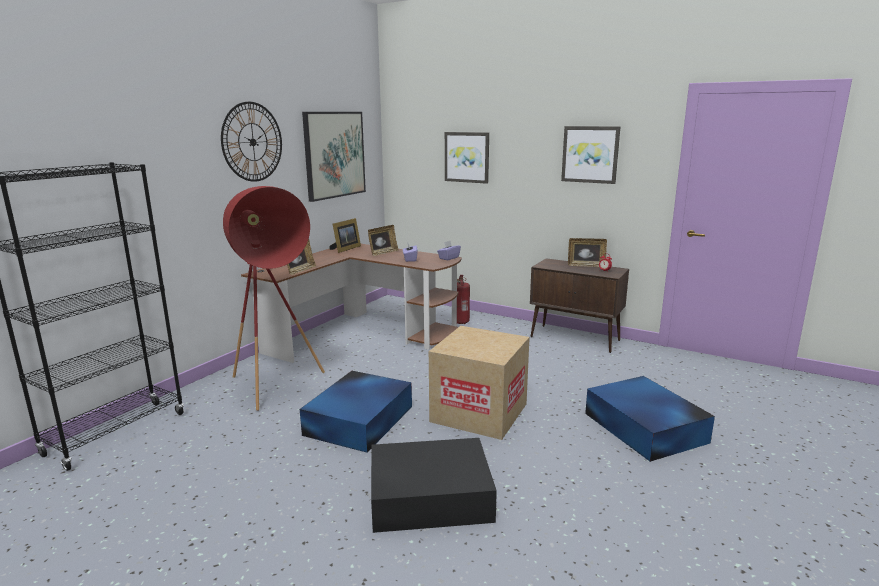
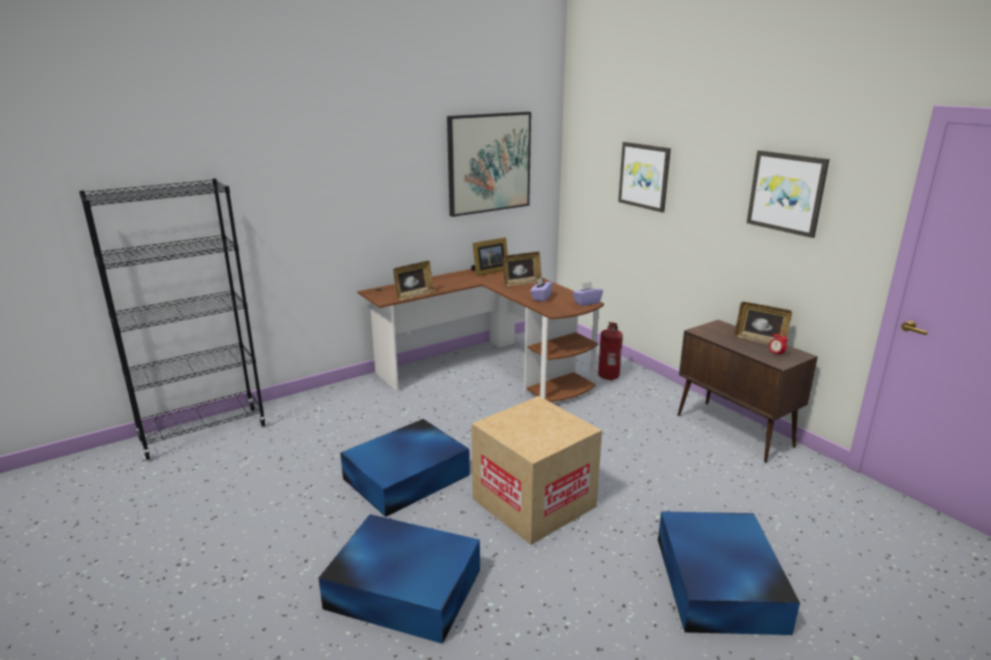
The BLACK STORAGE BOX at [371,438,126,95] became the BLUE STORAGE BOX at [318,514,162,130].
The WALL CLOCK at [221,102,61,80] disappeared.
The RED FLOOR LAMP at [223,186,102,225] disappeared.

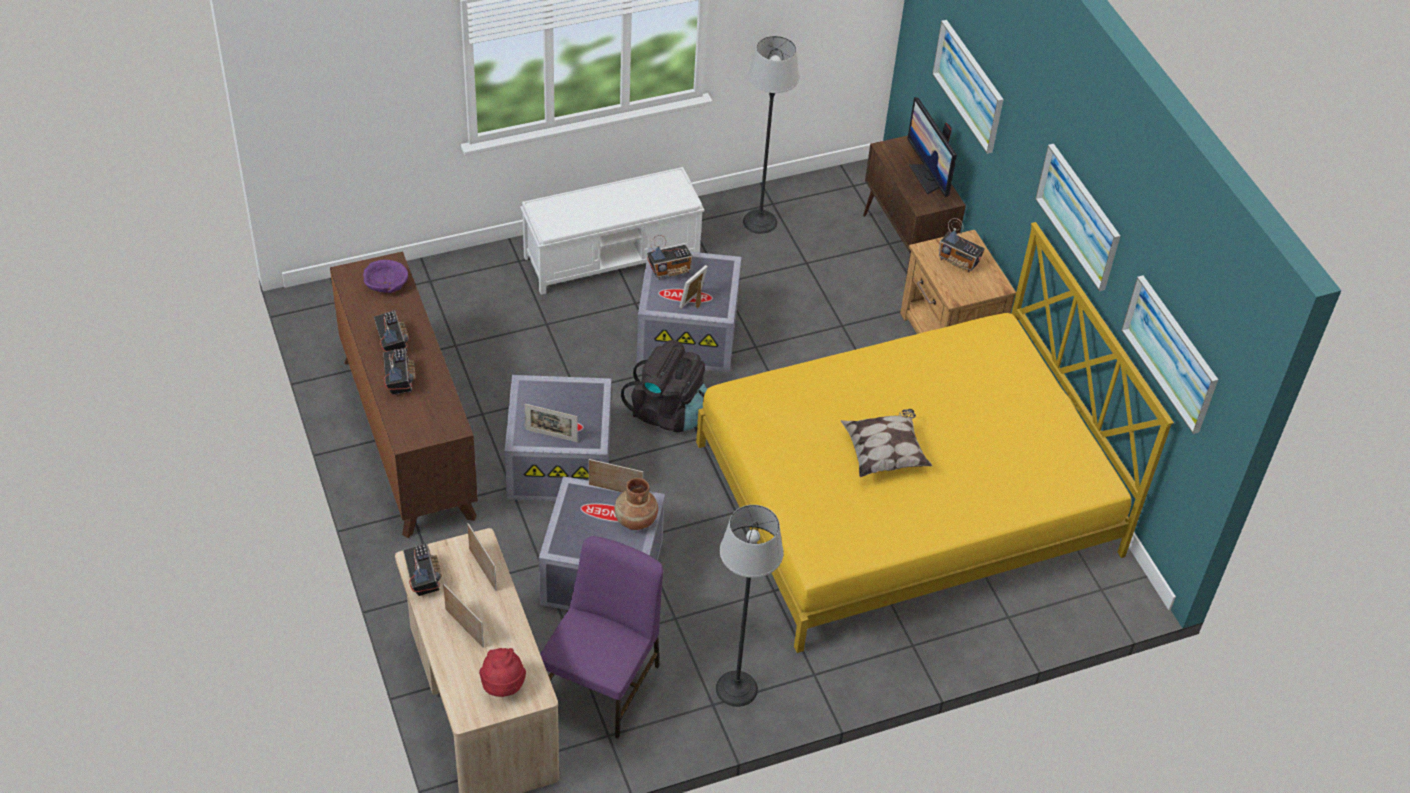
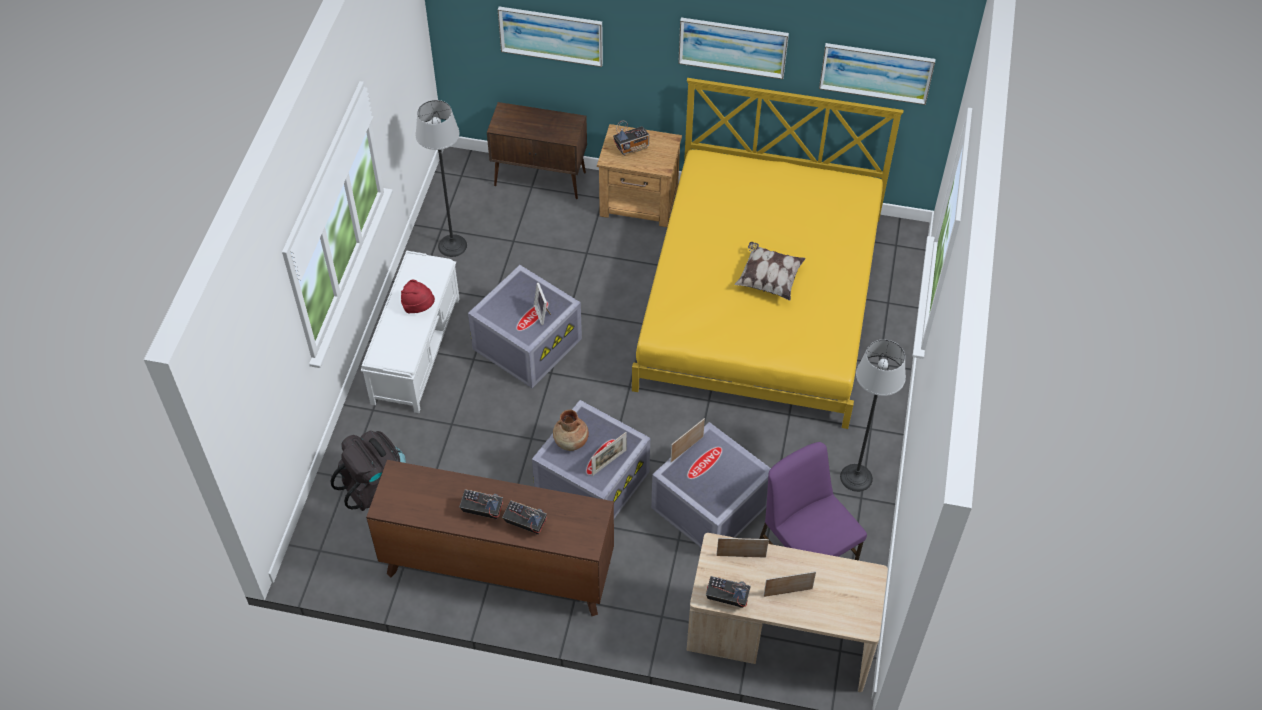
The BLACK BACKPACK moved from [621,340,86,92] to [330,430,76,81].
The RED HAT moved from [479,648,47,49] to [401,280,34,34].
The BROWN VASE moved from [614,478,44,52] to [553,410,36,41].
The PURPLE BOWL at [363,260,45,33] disappeared.
The RADIO at [647,235,45,45] disappeared.
The MONITOR at [907,97,50,100] disappeared.

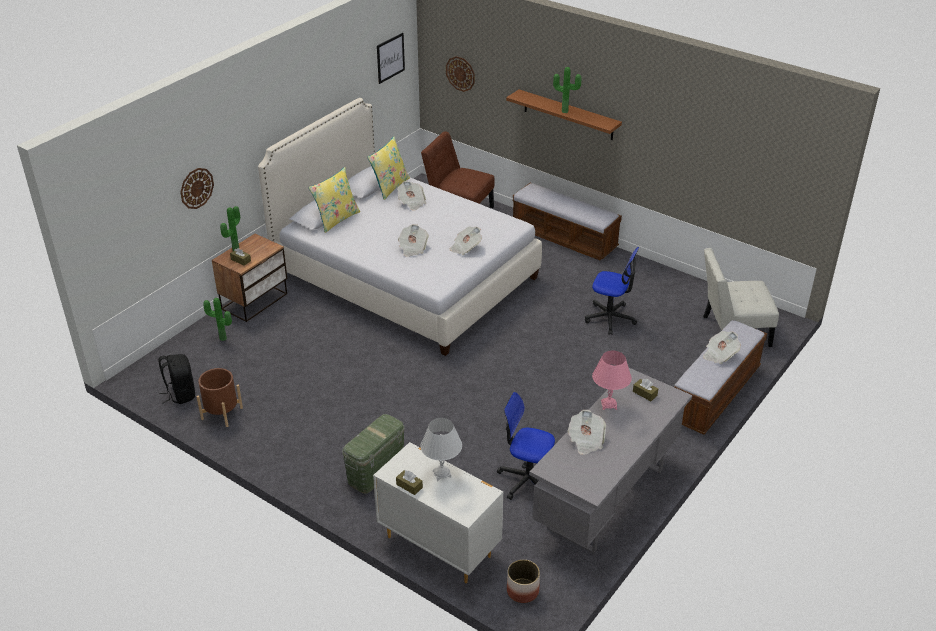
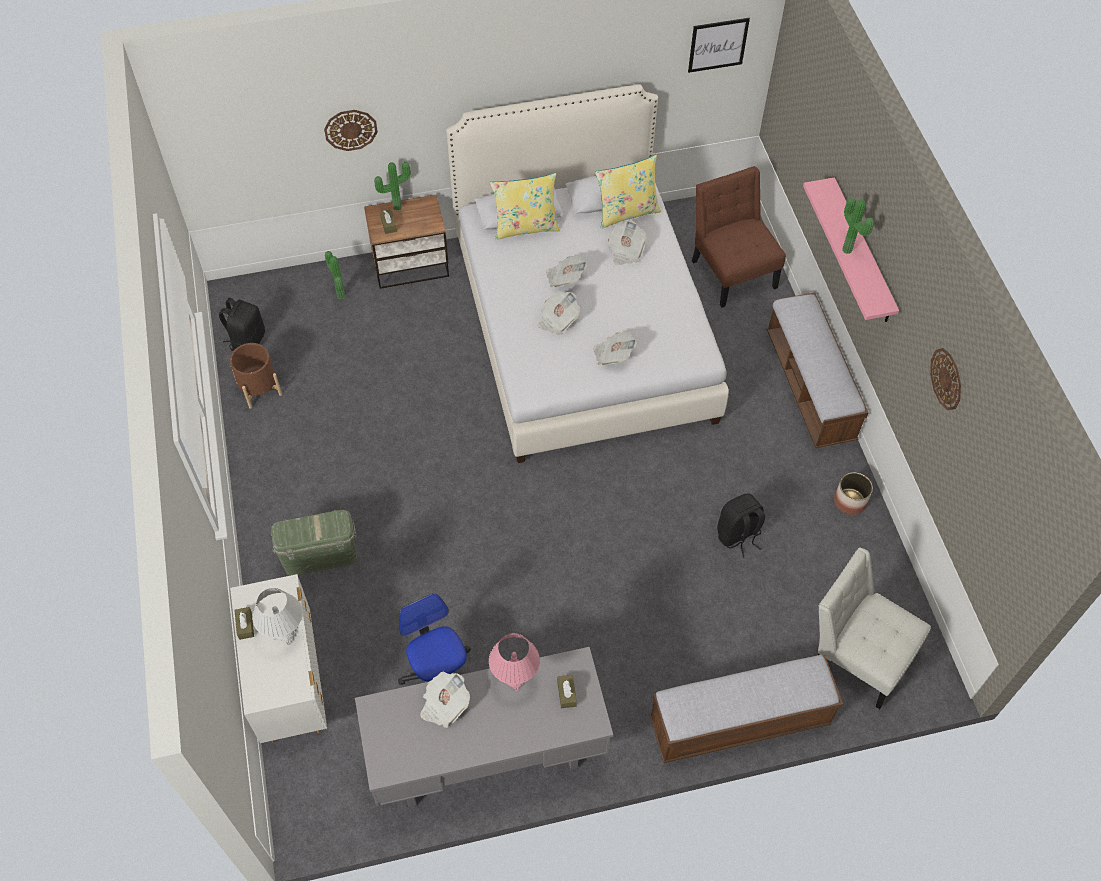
The NEWSPAPER moved from [703,331,38,33] to [546,255,41,32].
The OFFICE CHAIR at [585,247,54,88] was replaced by the BLACK BACKPACK at [717,494,48,64].
The BROWN SHELF at [506,89,116,51] became the PINK SHELF at [803,177,96,145].
The PLANTER moved from [507,559,33,44] to [834,473,39,42].
The WALL CLOCK moved from [446,56,29,36] to [930,348,31,62].

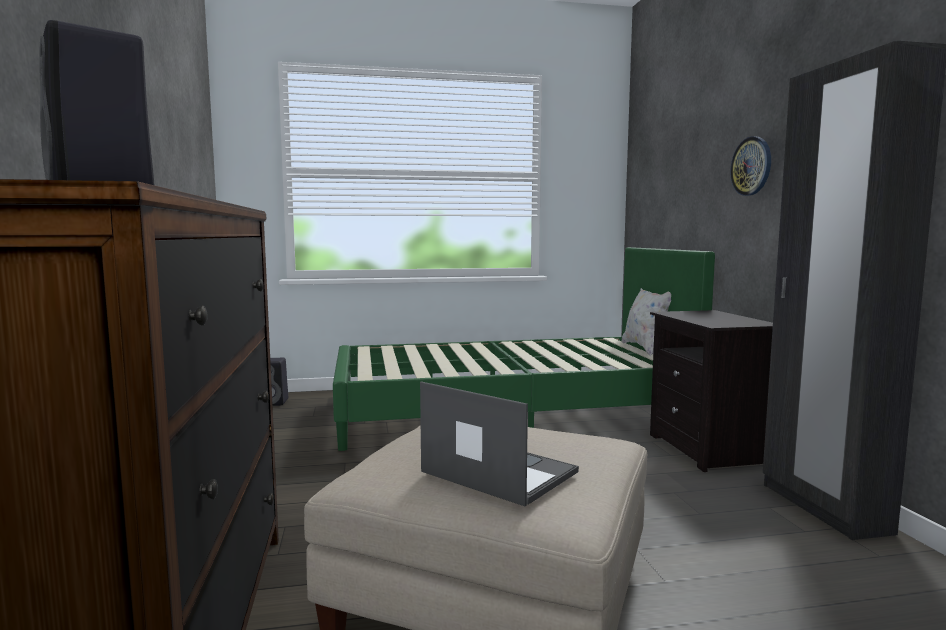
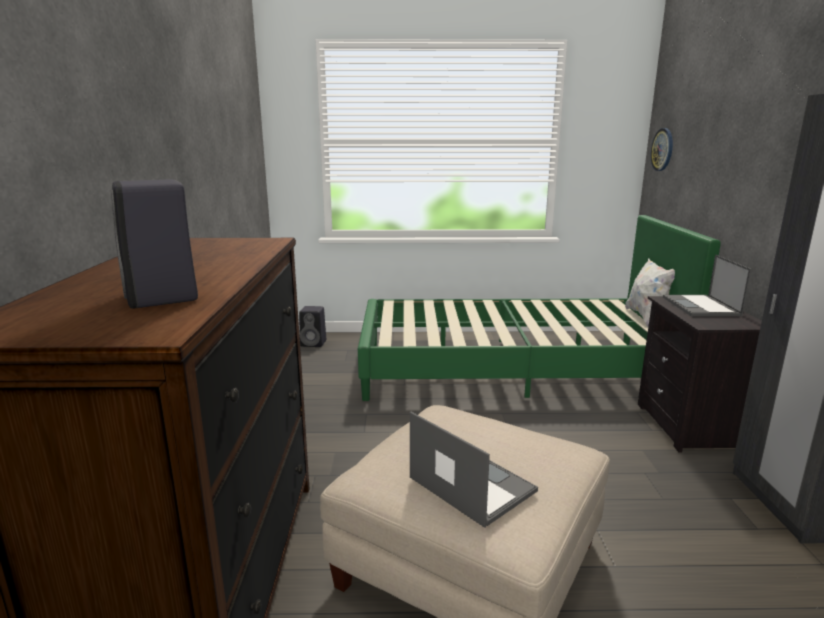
The WALL CLOCK moved from [731,136,40,60] to [651,128,22,43].
The LAPTOP at [663,255,89,62] appeared.

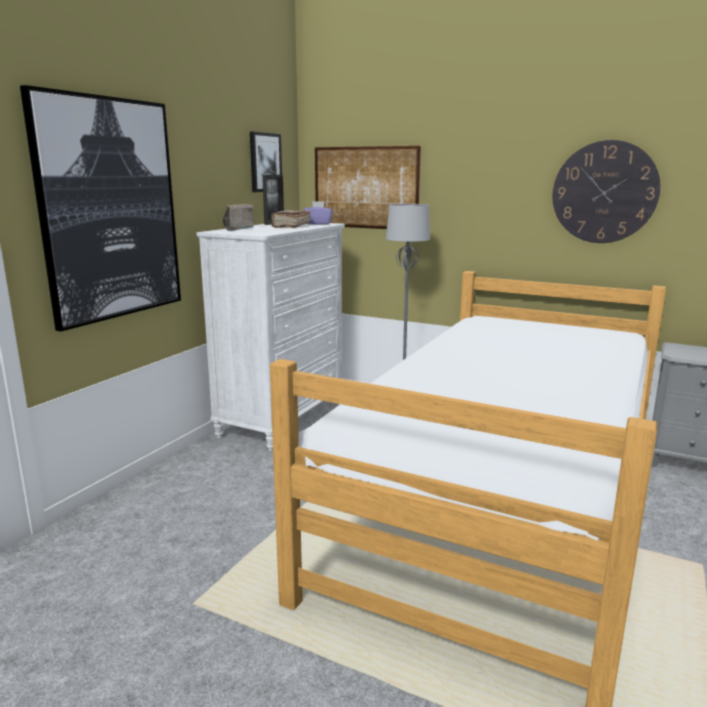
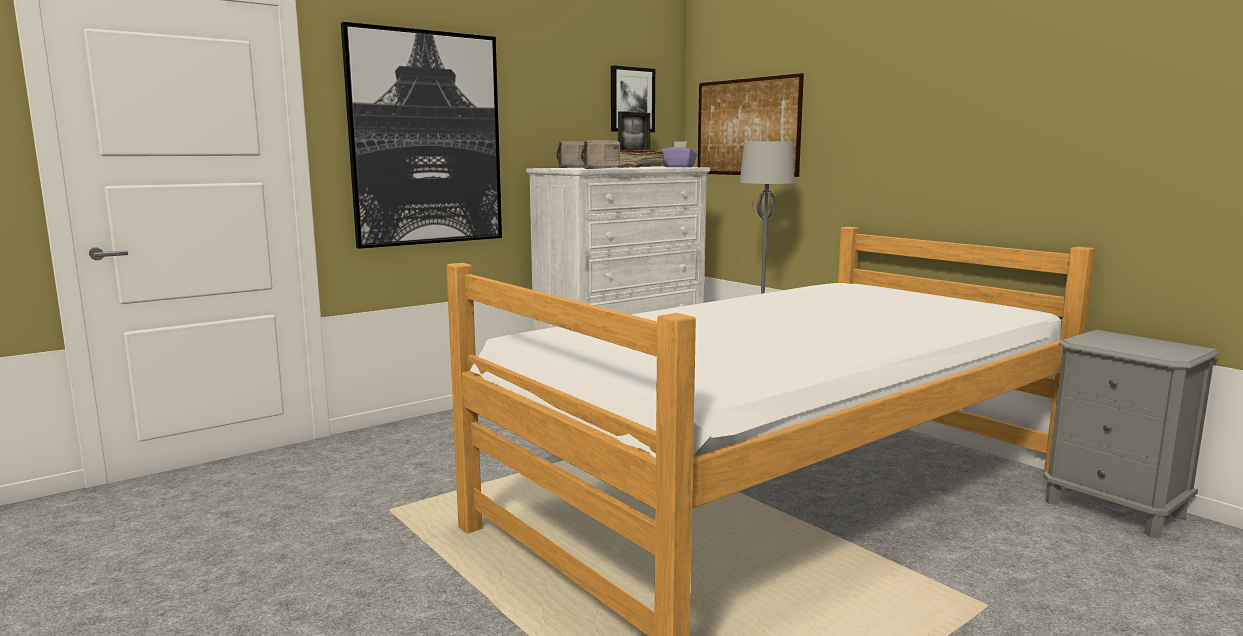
The RADIO at [581,140,39,29] appeared.
The WALL CLOCK at [552,140,109,103] disappeared.

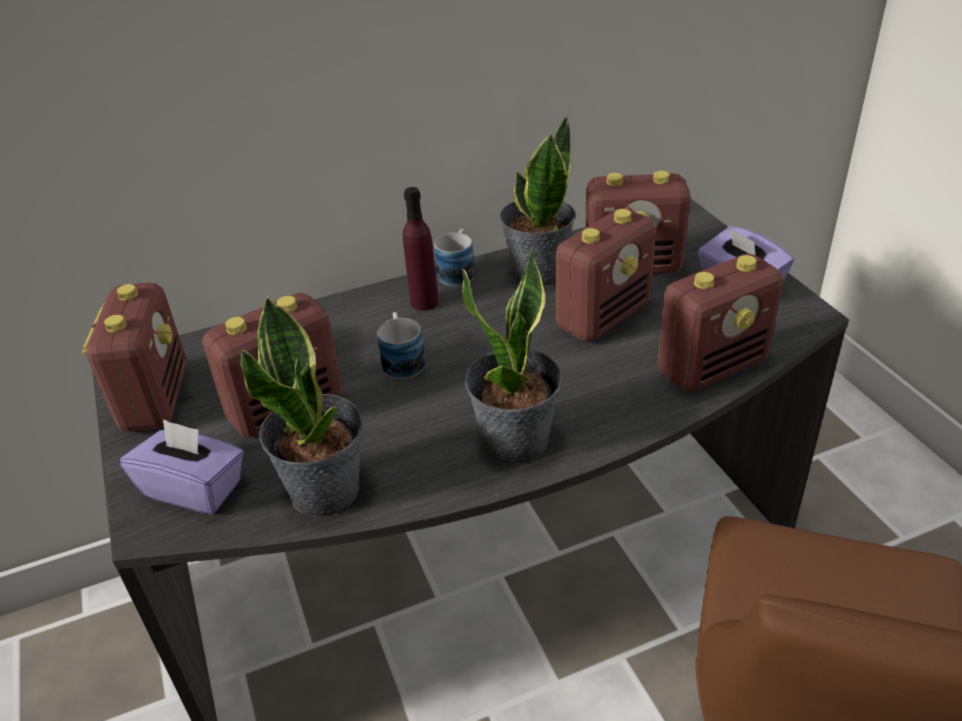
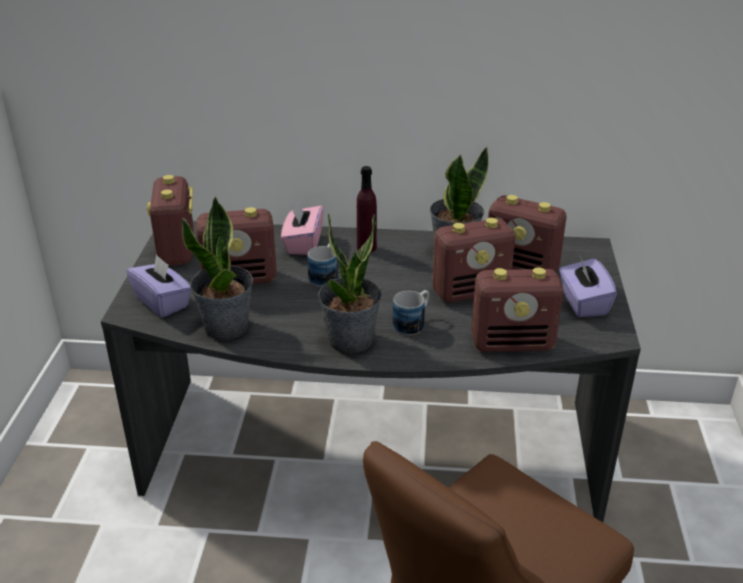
The RADIO at [82,282,104,149] turned 150 degrees clockwise.
The PINK TISSUE BOX at [281,200,43,55] appeared.
The MUG moved from [434,229,41,57] to [393,290,36,45].

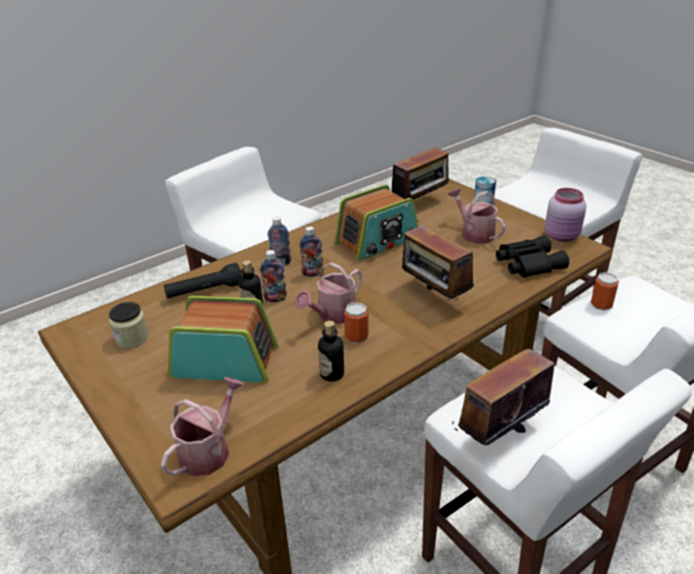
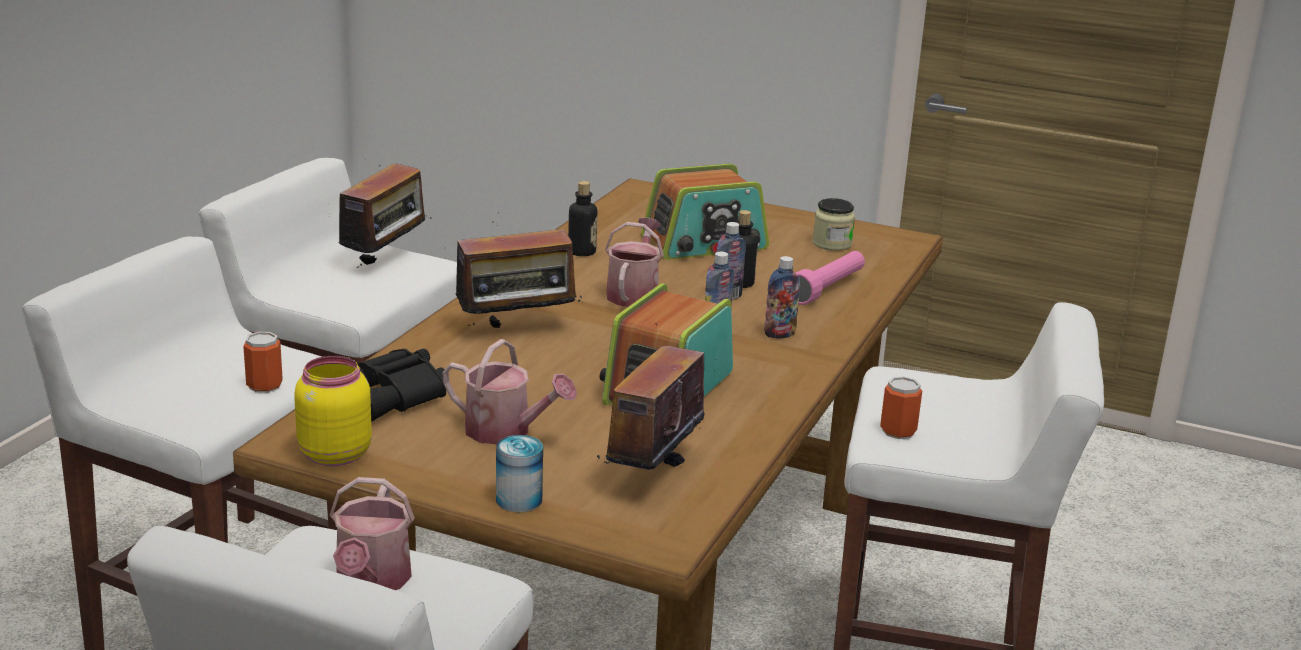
The PINK JAR at [545,188,41,54] became the YELLOW JAR at [294,356,78,110].
The WATERING CAN moved from [161,377,83,99] to [329,477,86,113].
The RADIO at [402,225,72,76] turned 135 degrees clockwise.
The BLACK FLASHLIGHT at [164,263,78,35] became the PINK FLASHLIGHT at [795,251,70,54].
The CAN moved from [344,302,25,41] to [880,376,42,63].

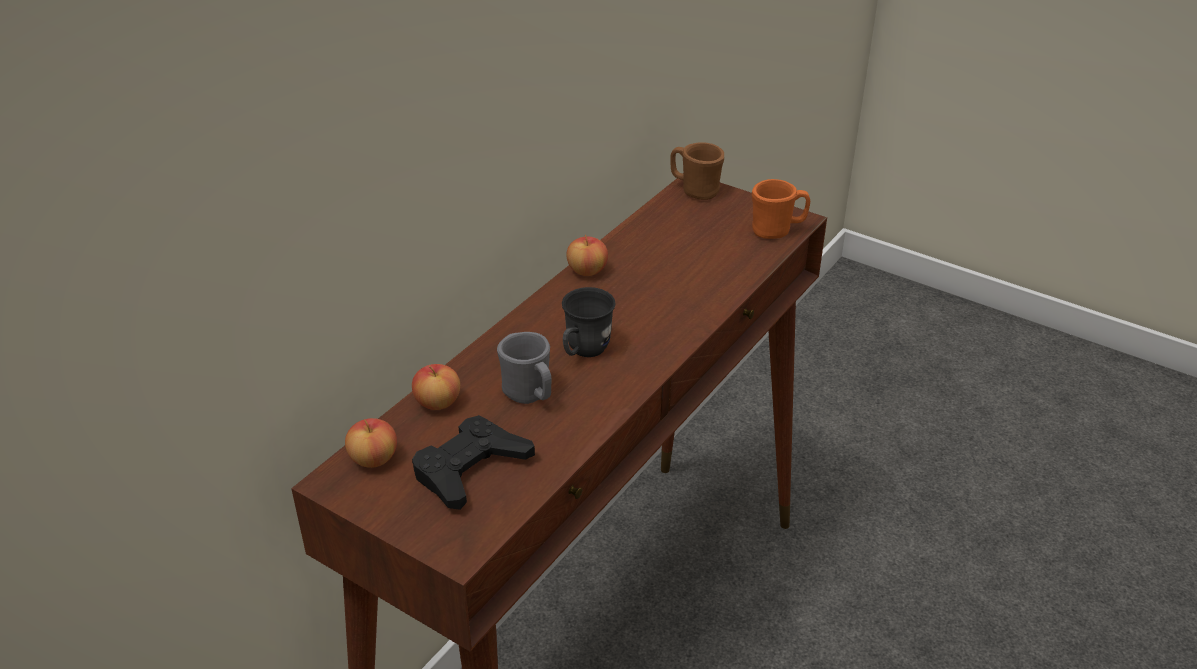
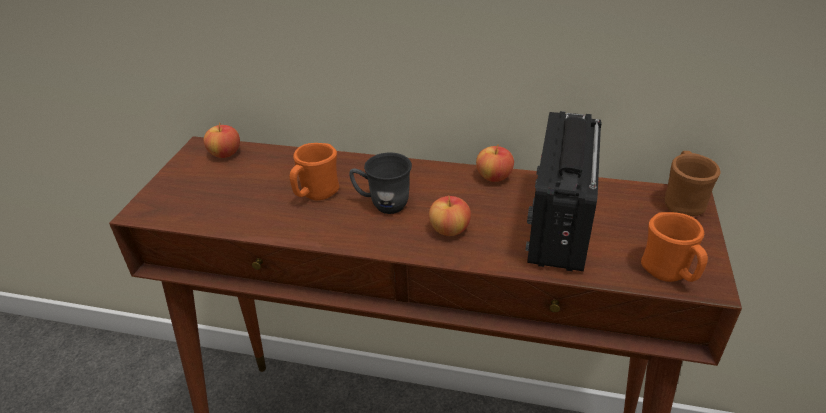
The GREY MUG at [497,332,54,72] became the ORANGE MUG at [290,143,49,58].
The APPLE moved from [412,364,48,46] to [429,195,42,41].
The RADIO at [525,111,77,160] appeared.
The BLACK GAME CONTROLLER at [412,415,123,95] disappeared.

